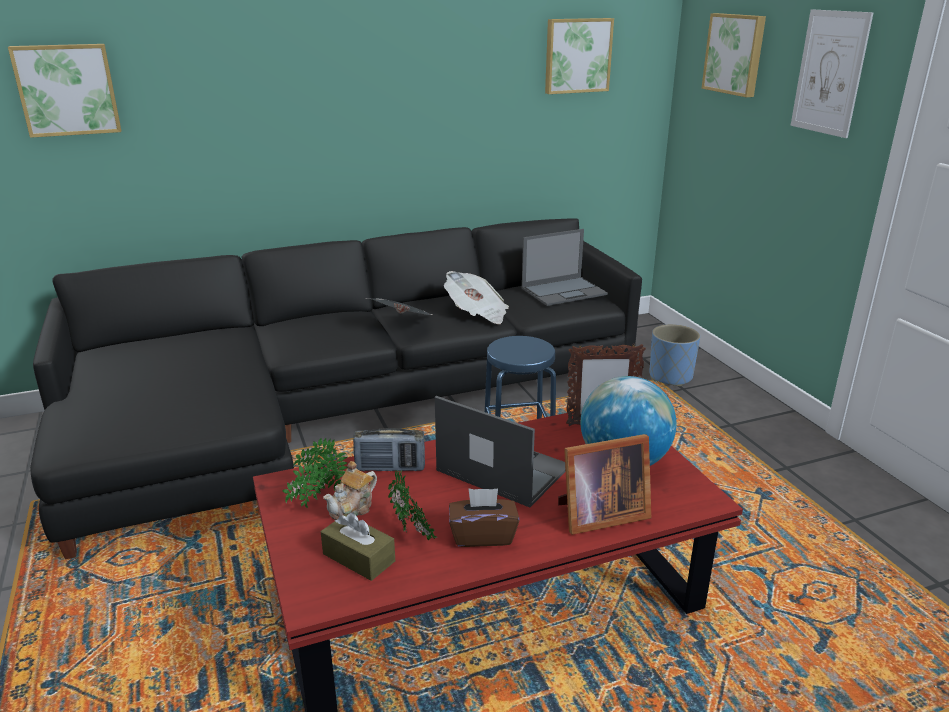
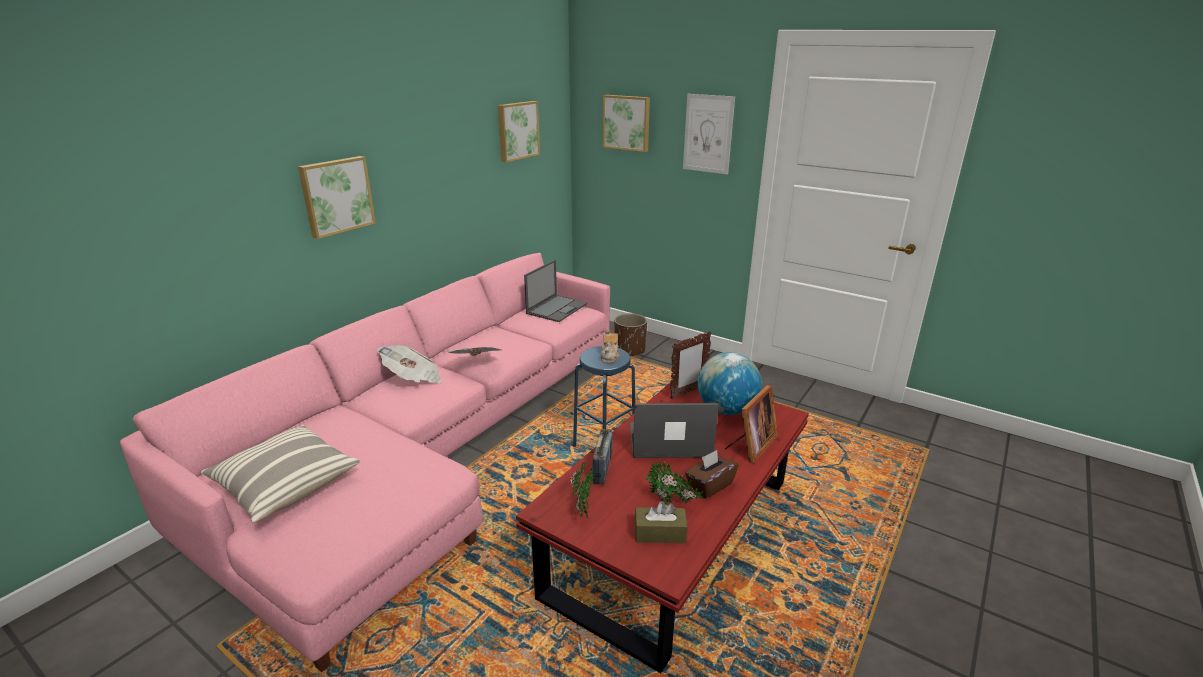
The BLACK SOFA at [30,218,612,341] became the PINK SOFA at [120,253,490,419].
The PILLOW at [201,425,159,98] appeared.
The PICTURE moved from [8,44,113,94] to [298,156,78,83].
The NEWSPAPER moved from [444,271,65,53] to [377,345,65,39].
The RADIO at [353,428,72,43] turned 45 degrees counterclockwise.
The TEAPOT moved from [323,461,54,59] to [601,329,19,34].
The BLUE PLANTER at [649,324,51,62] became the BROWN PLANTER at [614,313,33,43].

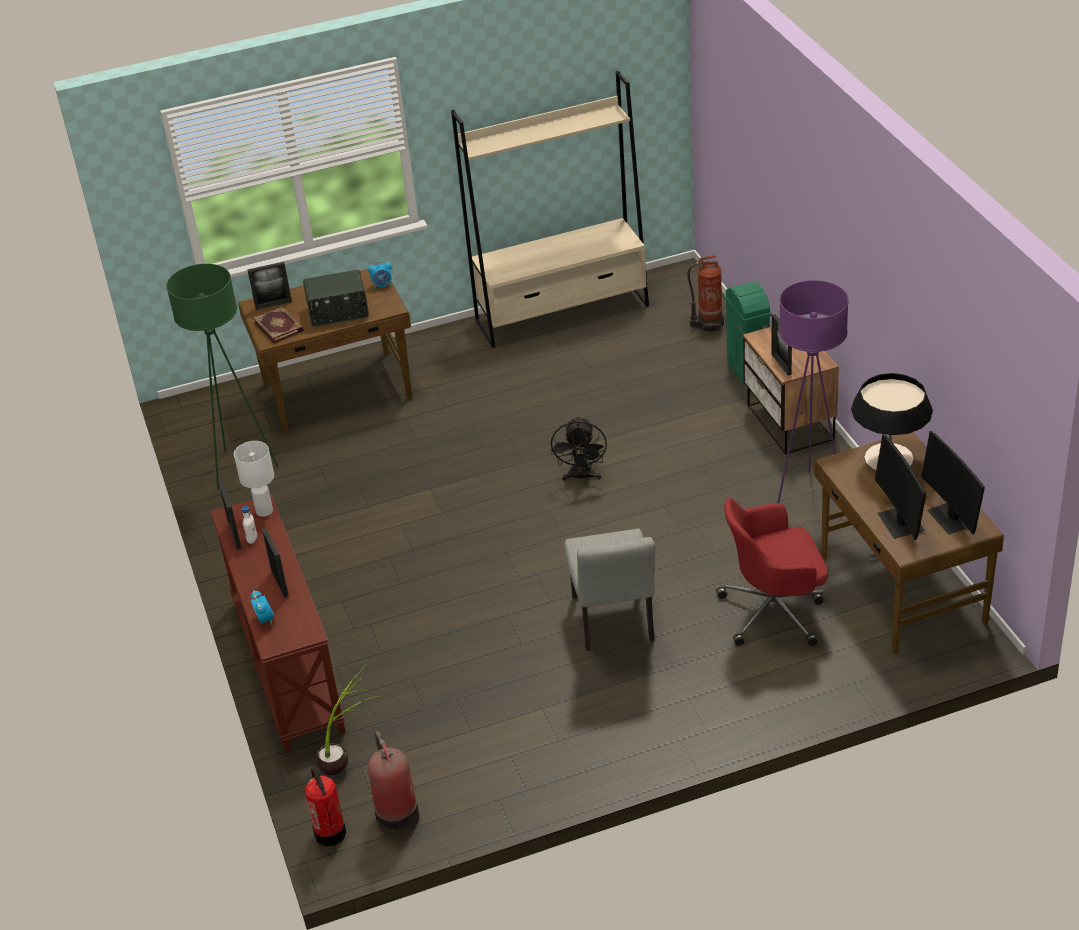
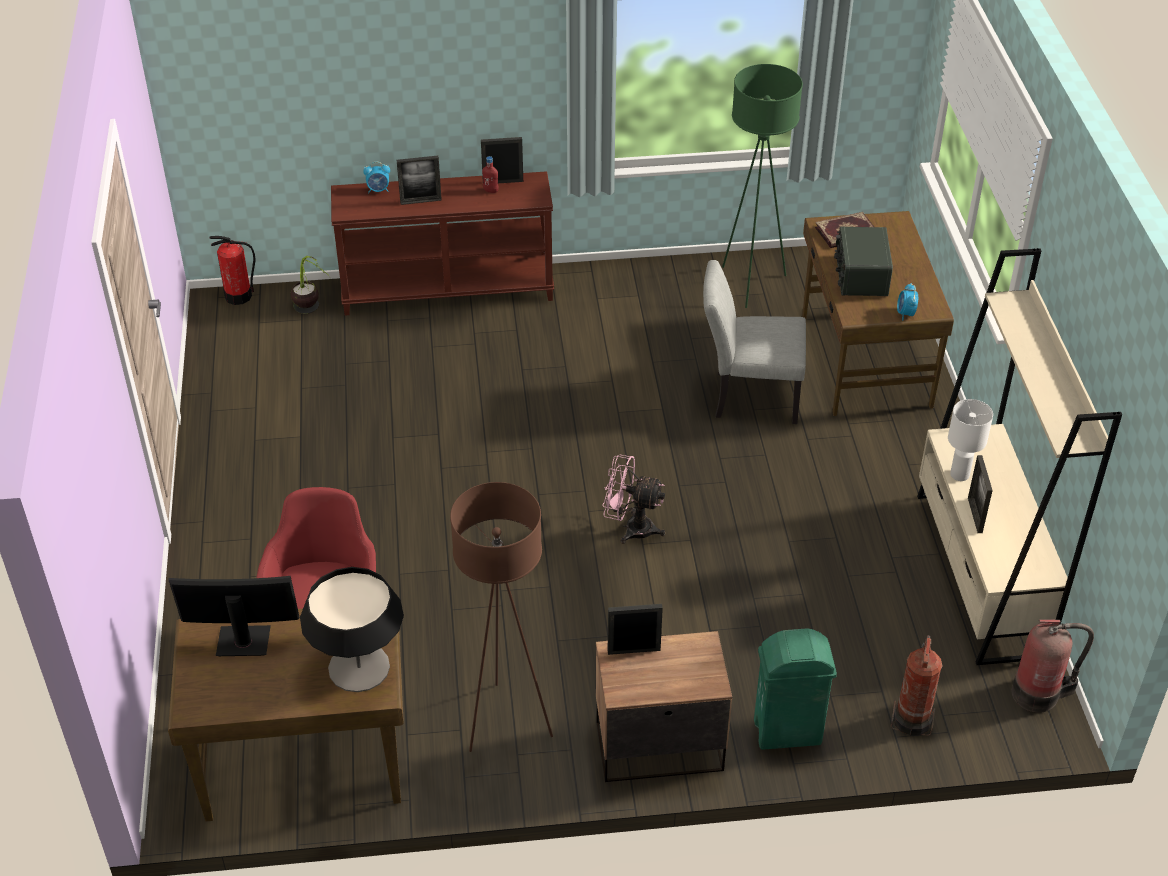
The PURPLE FLOOR LAMP at [777,280,72,223] became the BROWN FLOOR LAMP at [450,482,103,270].
The WHITE BOTTLE at [242,506,15,38] became the RED BOTTLE at [482,156,17,37].
The BLACK FAN at [551,416,56,66] became the PINK FAN at [602,454,63,90].
The GREY CHAIR moved from [565,529,90,122] to [703,260,103,164].
The WHITE TABLE LAMP moved from [234,441,40,76] to [948,399,45,82].
The PICTURE FRAME moved from [247,262,45,48] to [968,455,25,78].
The FIRE EXTINGUISHER moved from [368,731,51,104] to [1012,619,82,94].
The MONITOR at [921,431,64,104] disappeared.

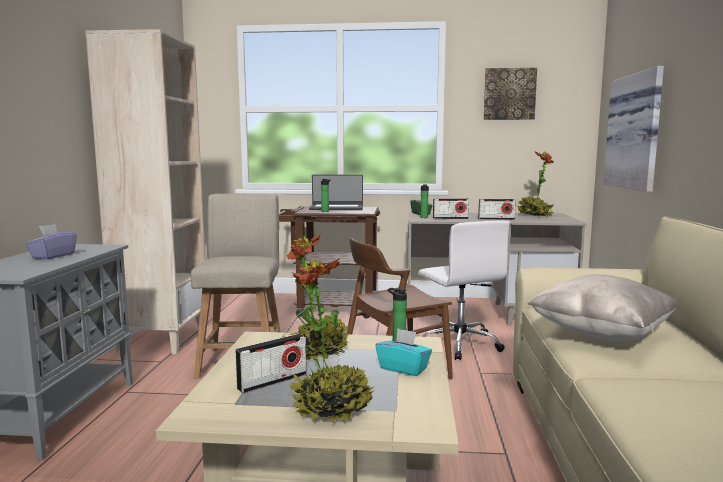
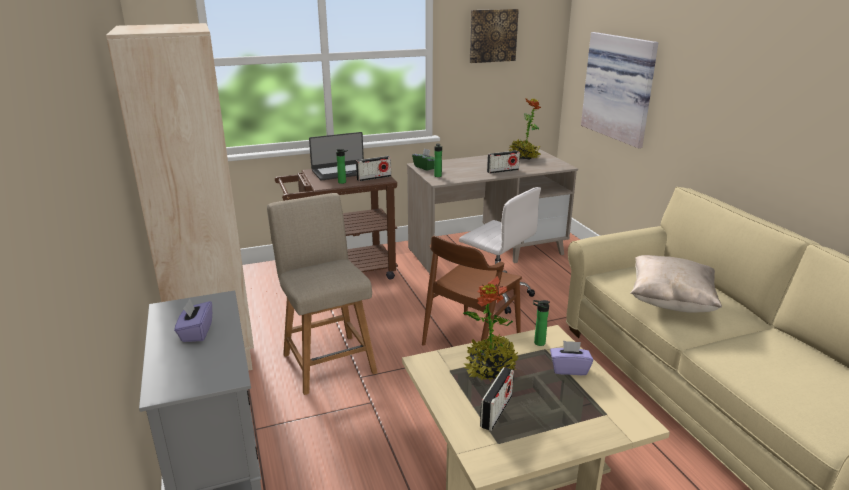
The RADIO moved from [433,198,36,21] to [356,156,35,25].
The TURQUOISE TISSUE BOX at [375,328,57,48] became the PURPLE TISSUE BOX at [550,340,43,35].
The POTTED PLANT at [290,258,83,165] disappeared.

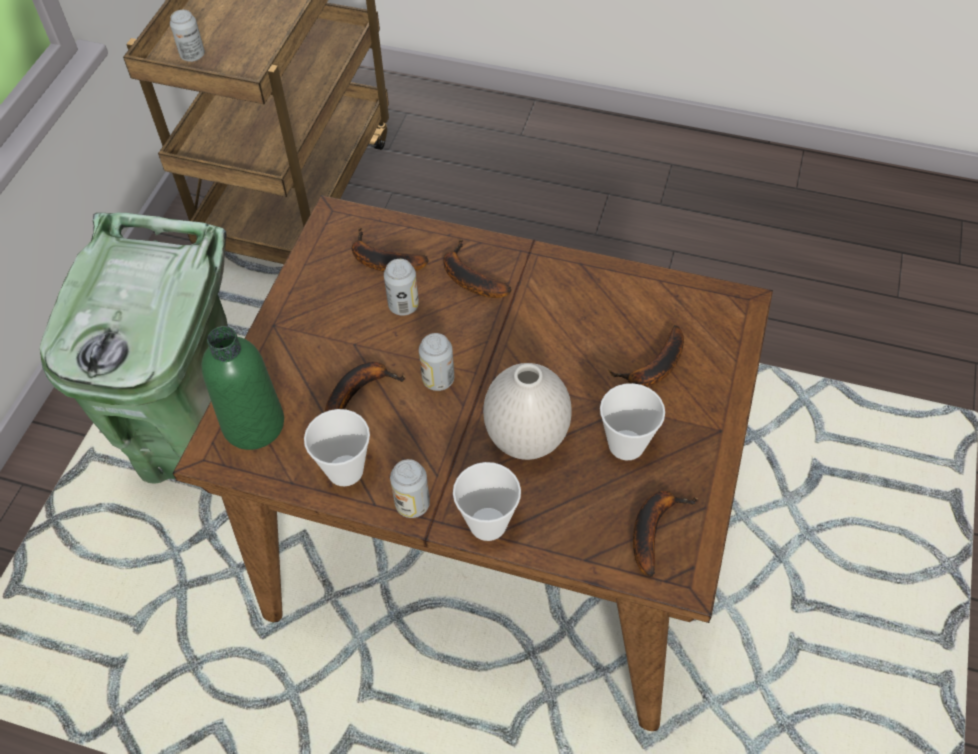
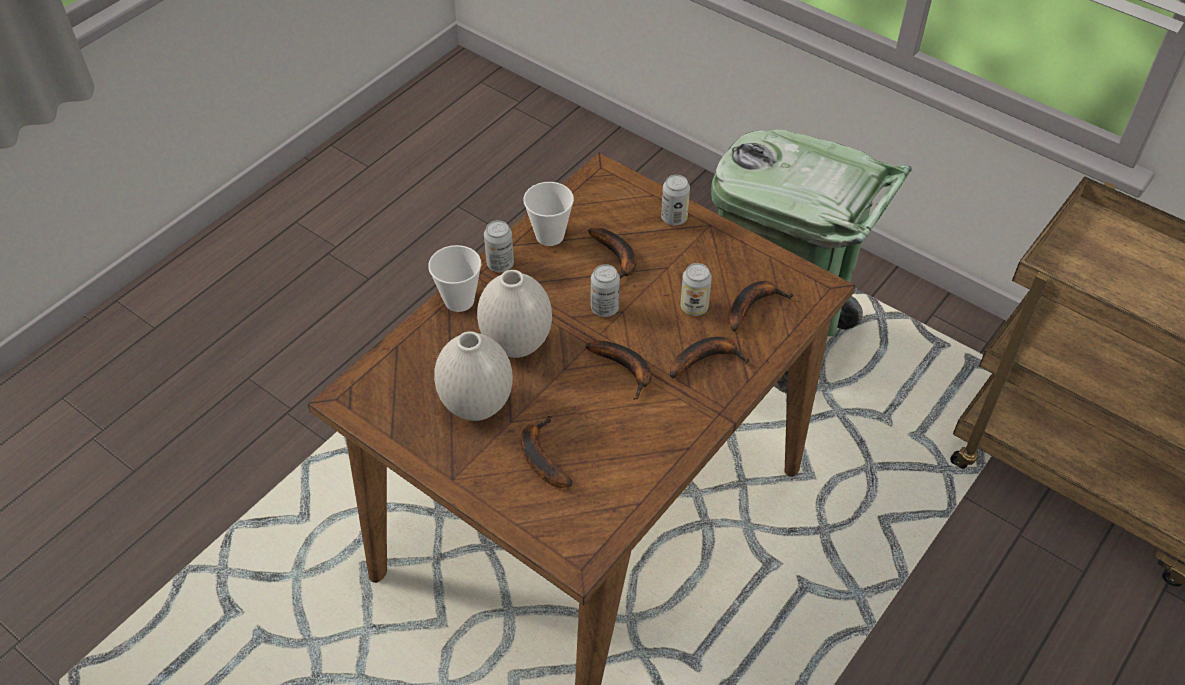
The CUP at [600,383,65,77] was replaced by the WHITE VASE at [434,331,79,90].
The BANANA moved from [633,491,65,86] to [586,341,66,59].
The CAN moved from [170,10,35,52] to [661,175,29,50].
The GREEN BOTTLE at [202,326,82,124] disappeared.

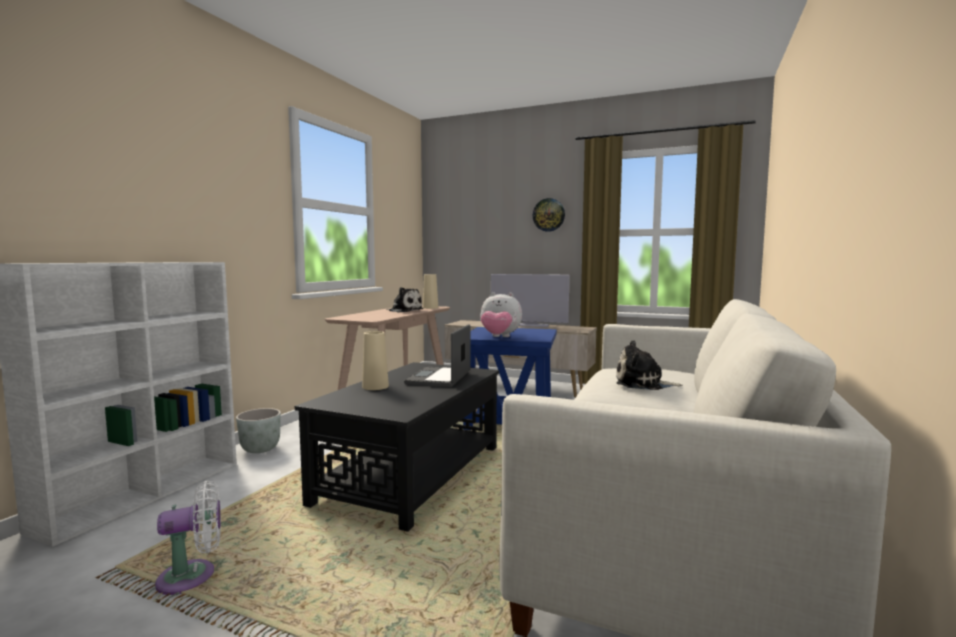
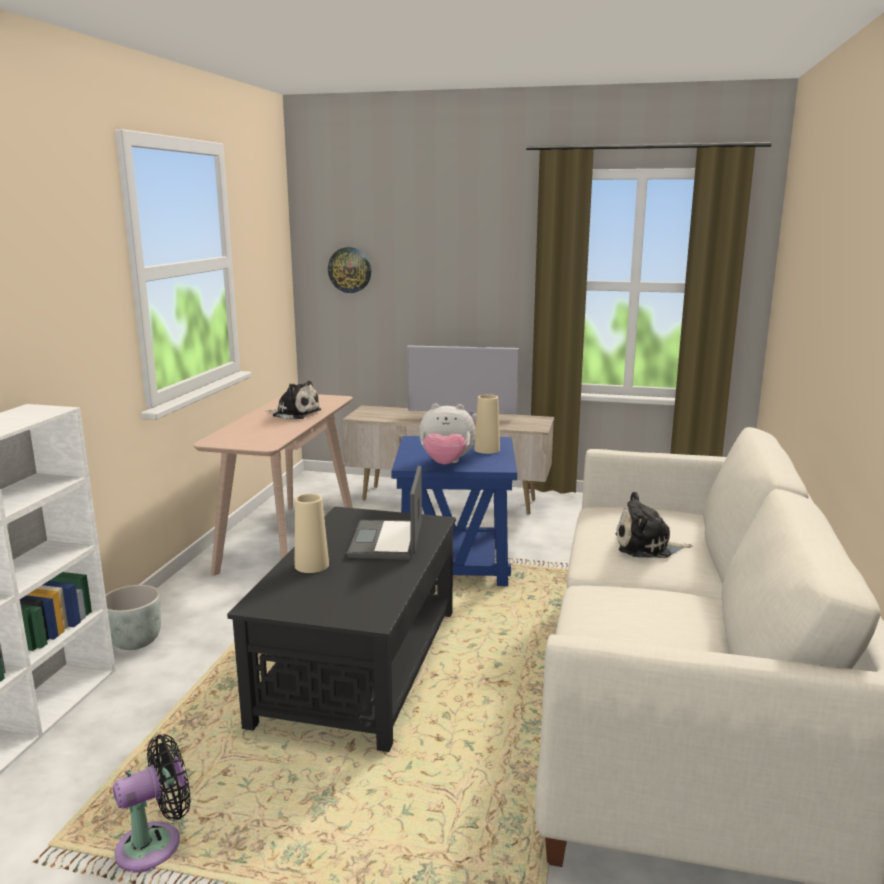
The WHITE FAN at [155,481,66,114] became the BLACK FAN at [113,734,78,139].
The WALL CLOCK moved from [533,198,32,34] to [328,247,43,46].
The BEIGE VASE moved from [423,274,15,35] to [474,394,26,60].

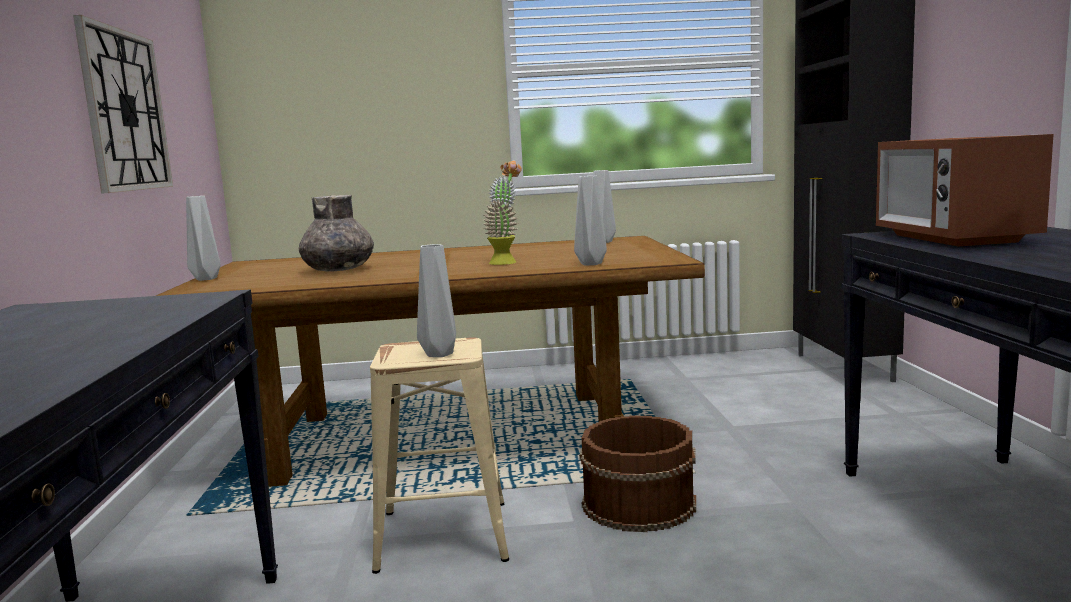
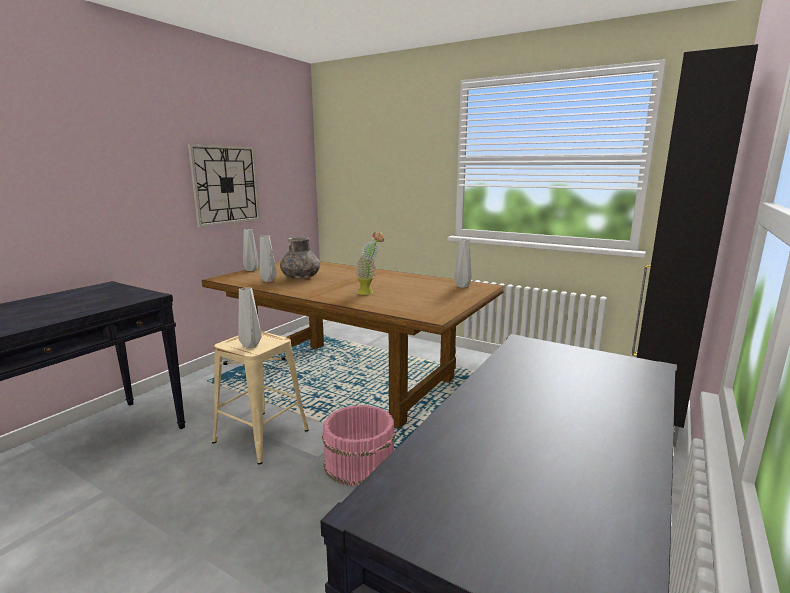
The GREY VASE moved from [574,176,33,89] to [260,236,17,46].
The BROWN BUCKET at [579,416,117,116] became the PINK BUCKET at [322,405,73,81].
The MICROWAVE at [876,134,178,113] disappeared.

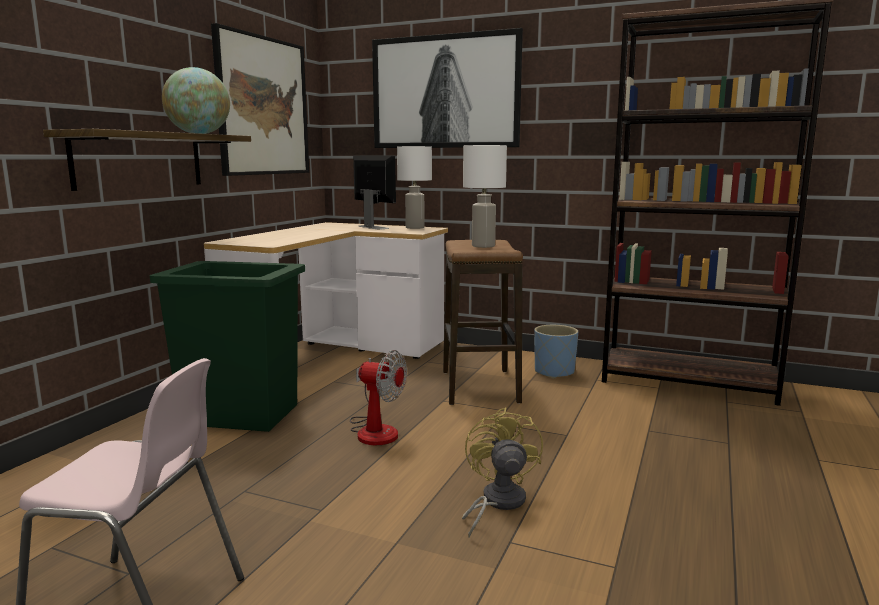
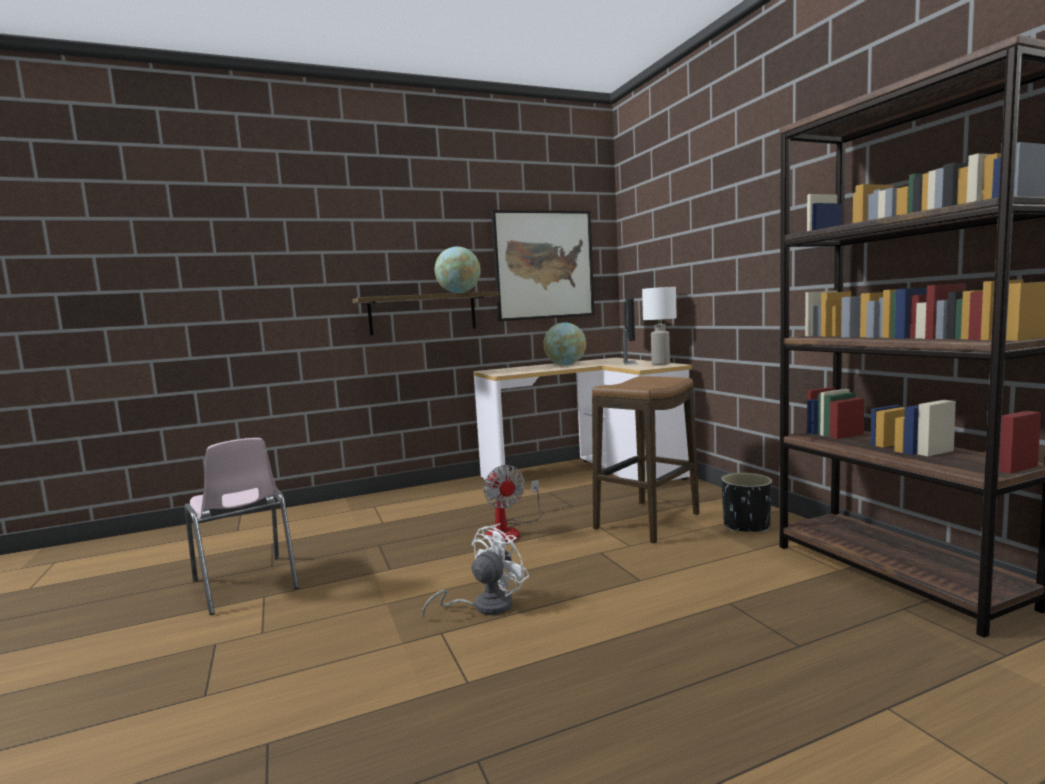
The YELLOW FAN at [462,407,81,131] became the WHITE FAN at [423,523,107,96].
The GLOBE at [543,322,43,43] appeared.
The BLUE PLANTER at [534,325,44,54] became the BLACK PLANTER at [721,473,51,60].
The GREEN TRASH CAN at [150,261,155,171] disappeared.
The PICTURE at [372,28,151,120] disappeared.
The WHITE TABLE LAMP at [463,145,44,103] disappeared.

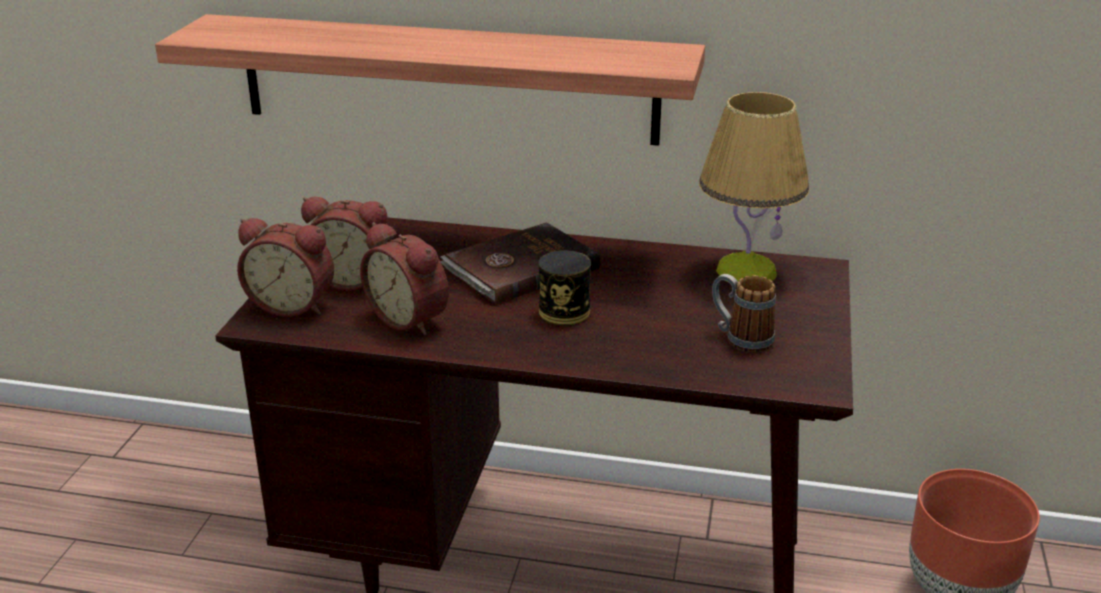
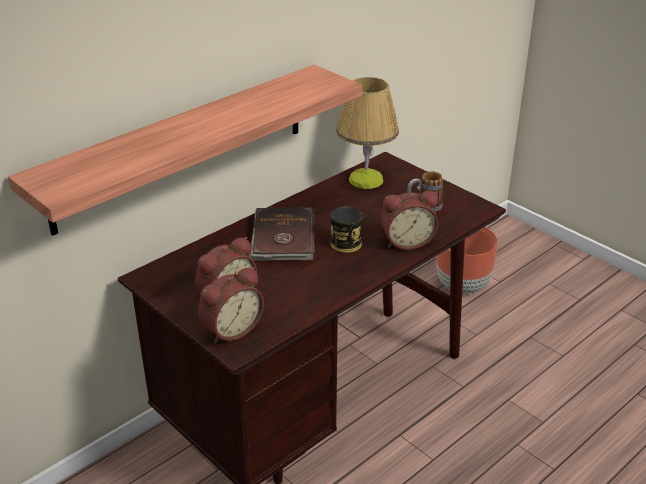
The ALARM CLOCK moved from [360,222,89,113] to [381,191,57,59].

